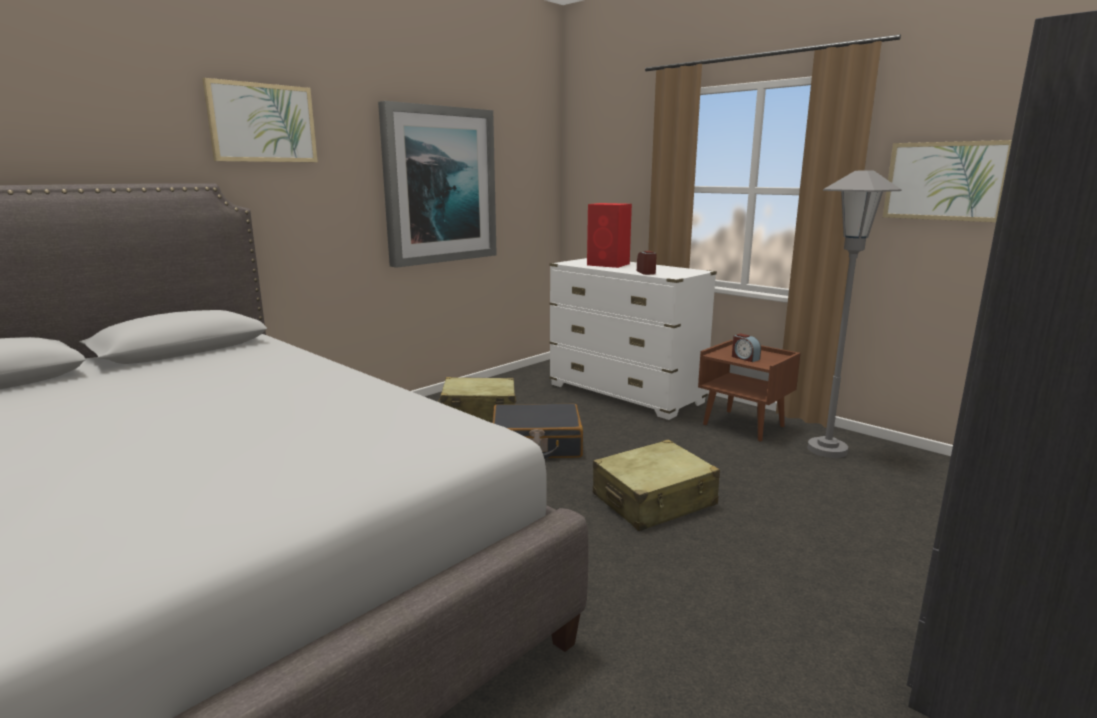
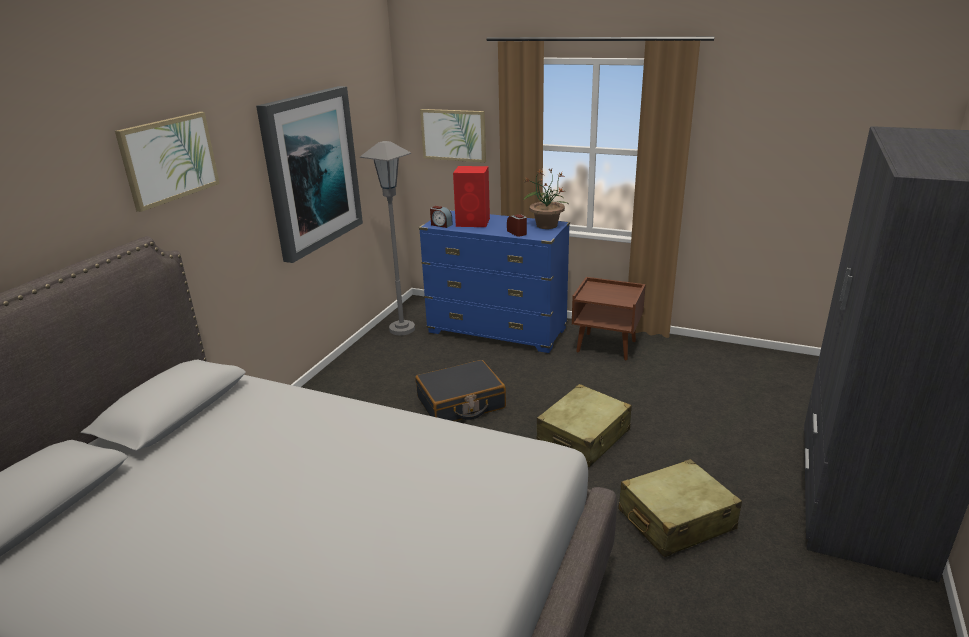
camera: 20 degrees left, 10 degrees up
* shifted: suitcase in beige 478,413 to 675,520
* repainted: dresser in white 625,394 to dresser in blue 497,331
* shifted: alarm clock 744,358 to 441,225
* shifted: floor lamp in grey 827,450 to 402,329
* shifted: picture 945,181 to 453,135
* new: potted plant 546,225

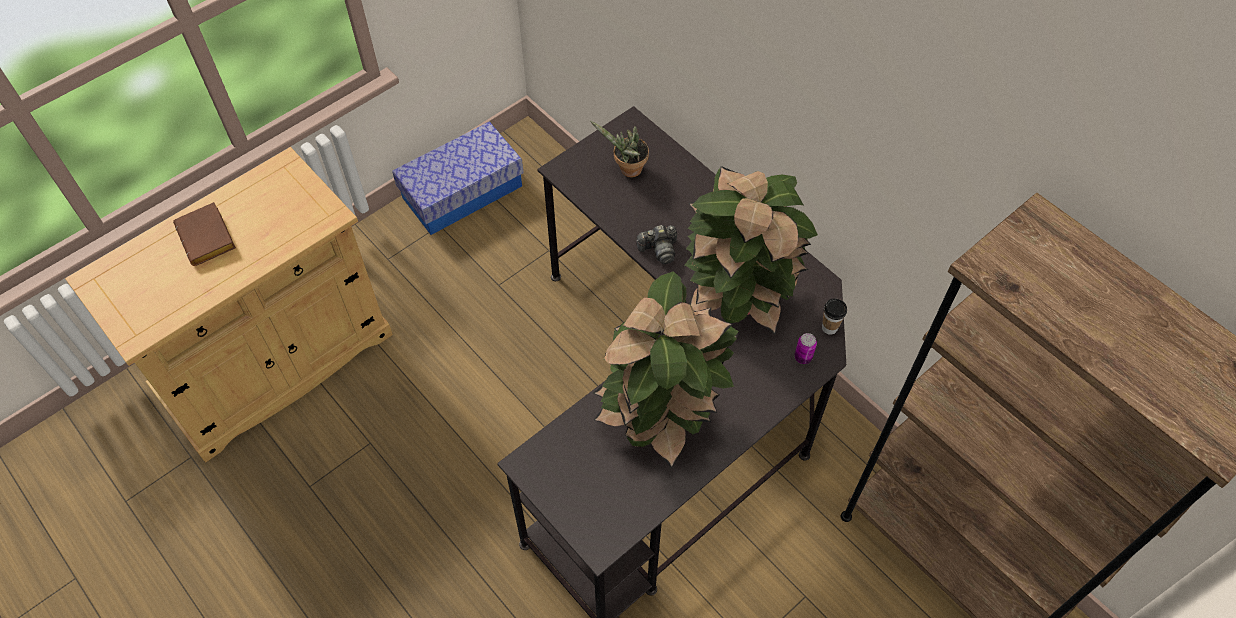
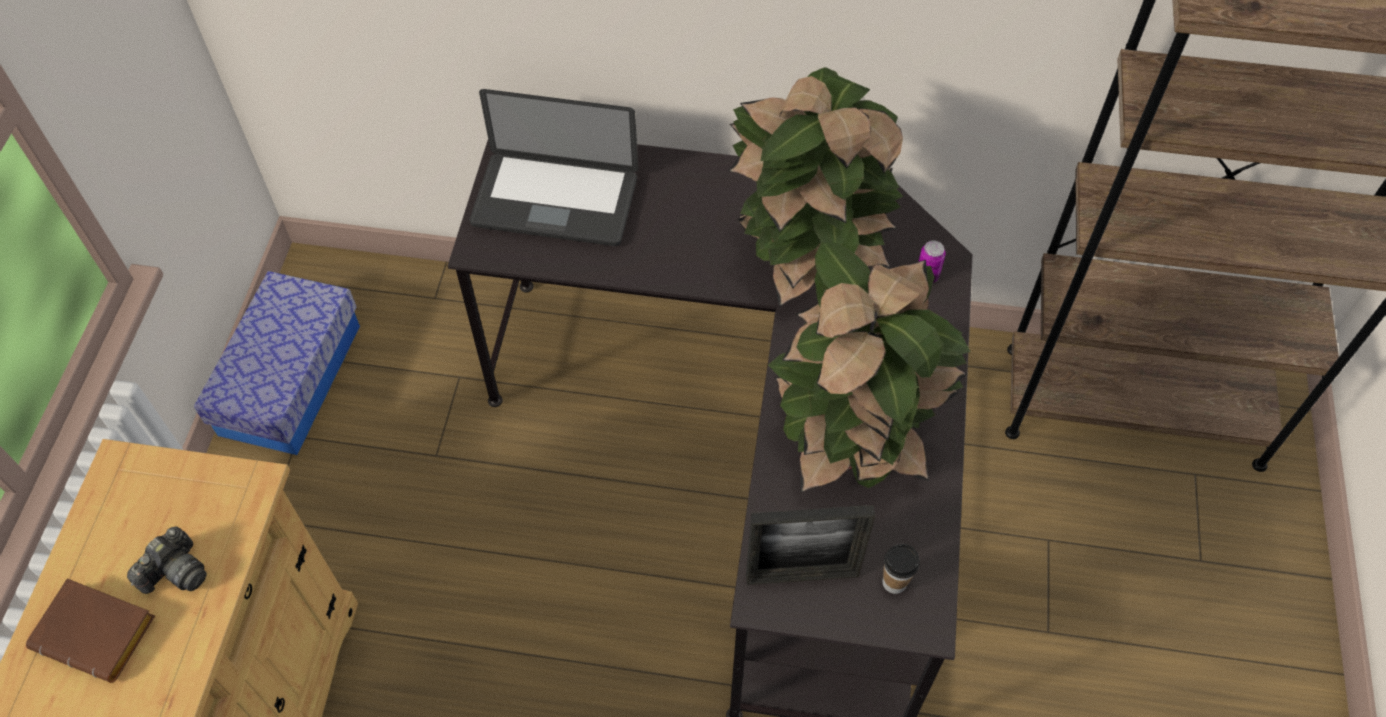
camera: 40 degrees left, 0 degrees up
* swapped: potted plant 627,170 to laptop 555,201
* shifted: photo camera 659,250 to 175,572
* shifted: cup 829,327 to 894,582
* new: picture frame 802,575

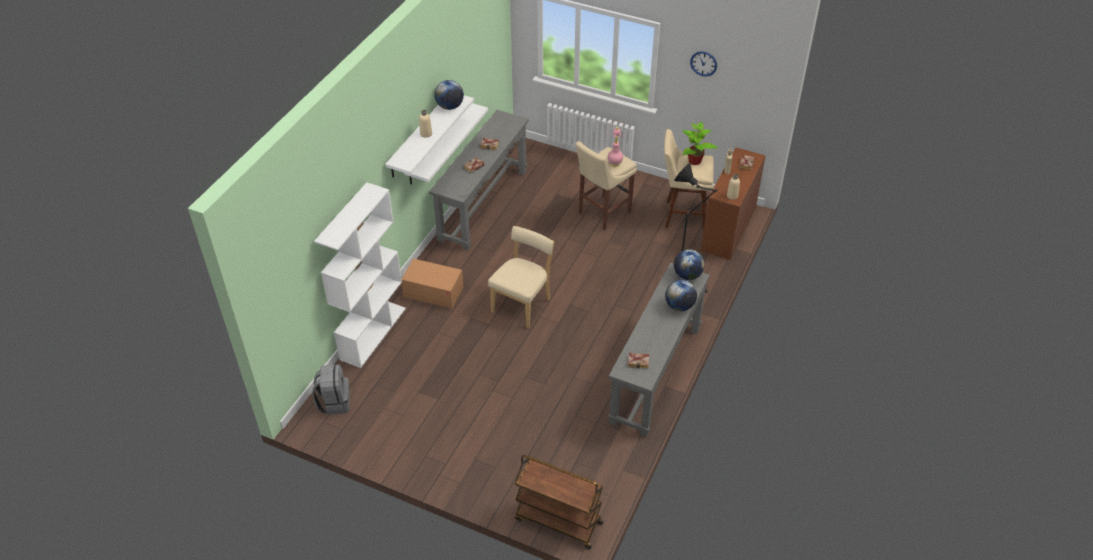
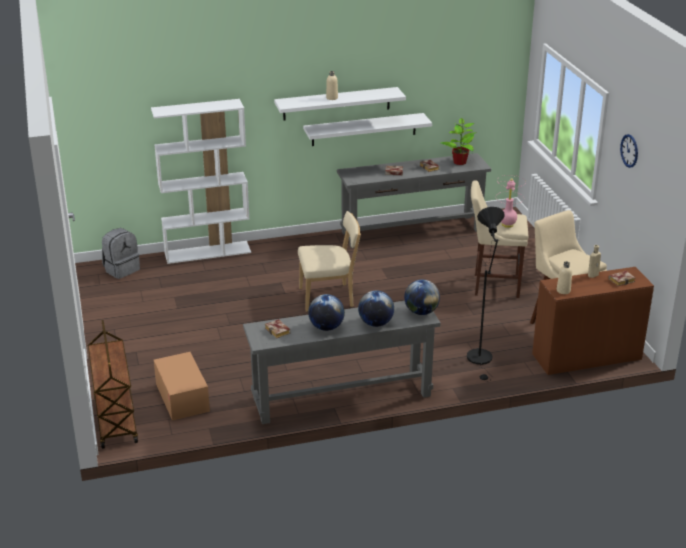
camera: 50 degrees right, 15 degrees down
* shifted: cardboard box 433,292 to 182,397
* shifted: globe 450,106 to 326,327
* shifted: potted plant 694,161 to 459,162

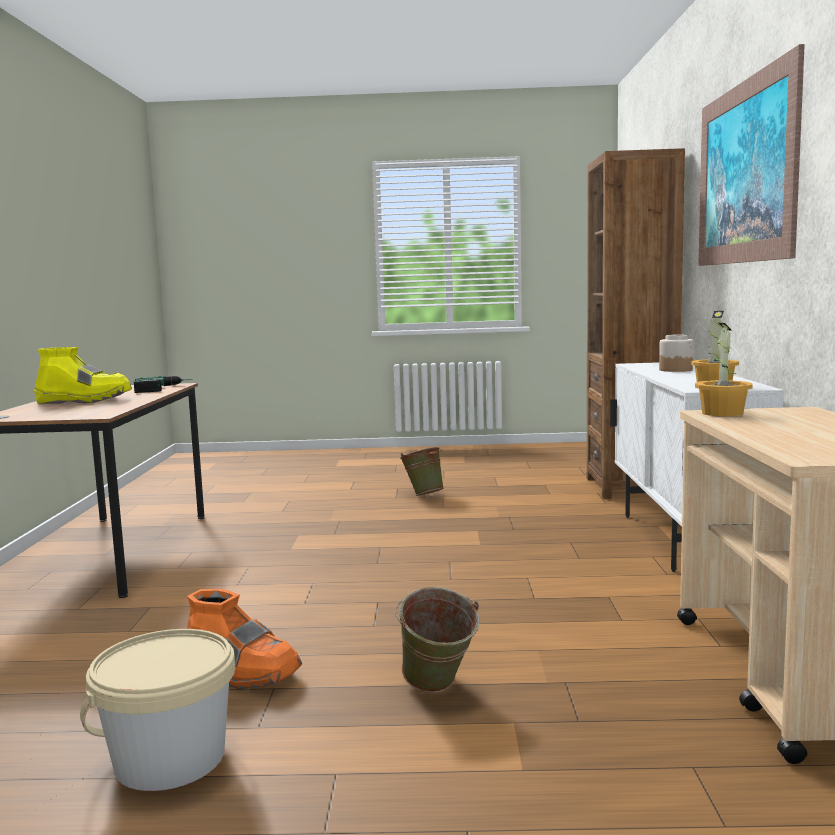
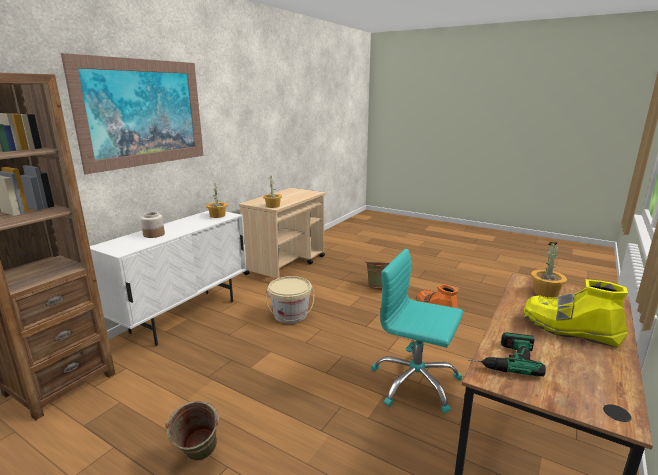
camera: 150 degrees left, 10 degrees up
* shifted: bucket in beige 170,759 to 290,315
* new: office chair in turquoise 415,383
* new: potted plant 545,292

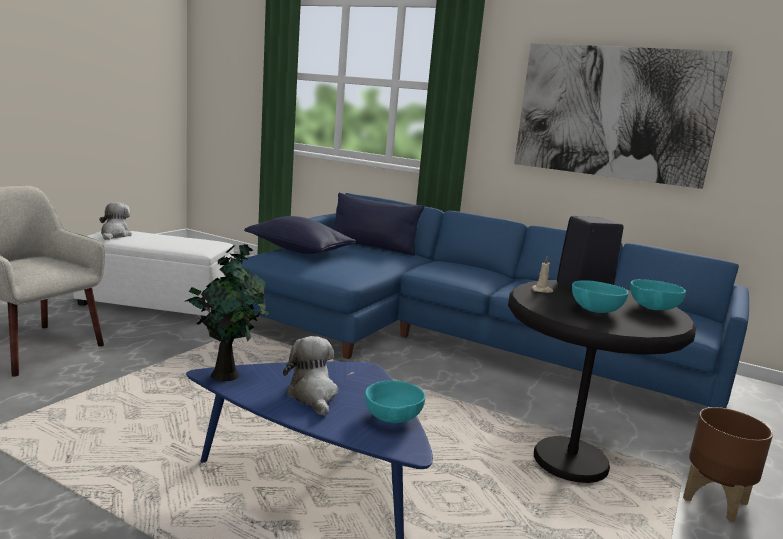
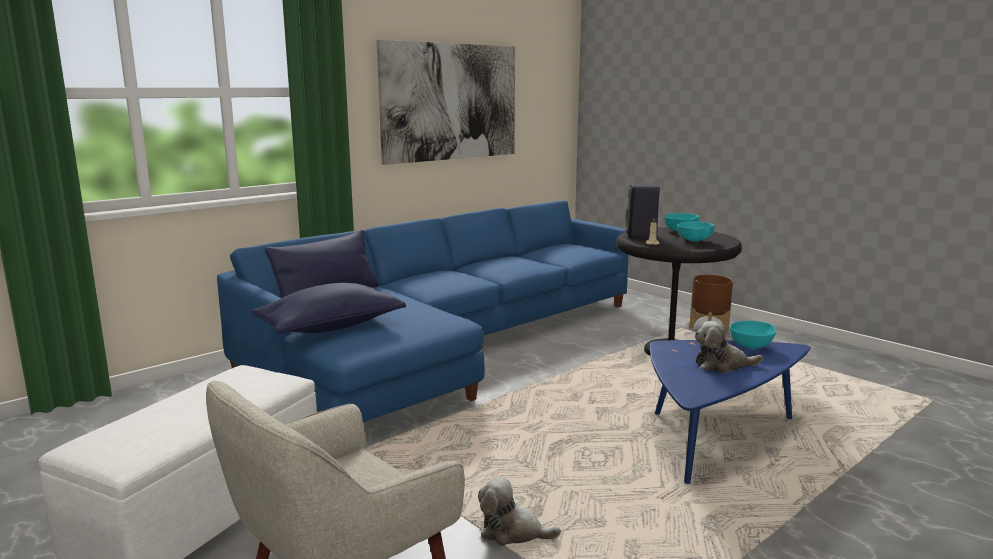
camera: 70 degrees left, 0 degrees up
* shifted: plush toy 115,235 to 513,532
* gone: potted plant 227,374

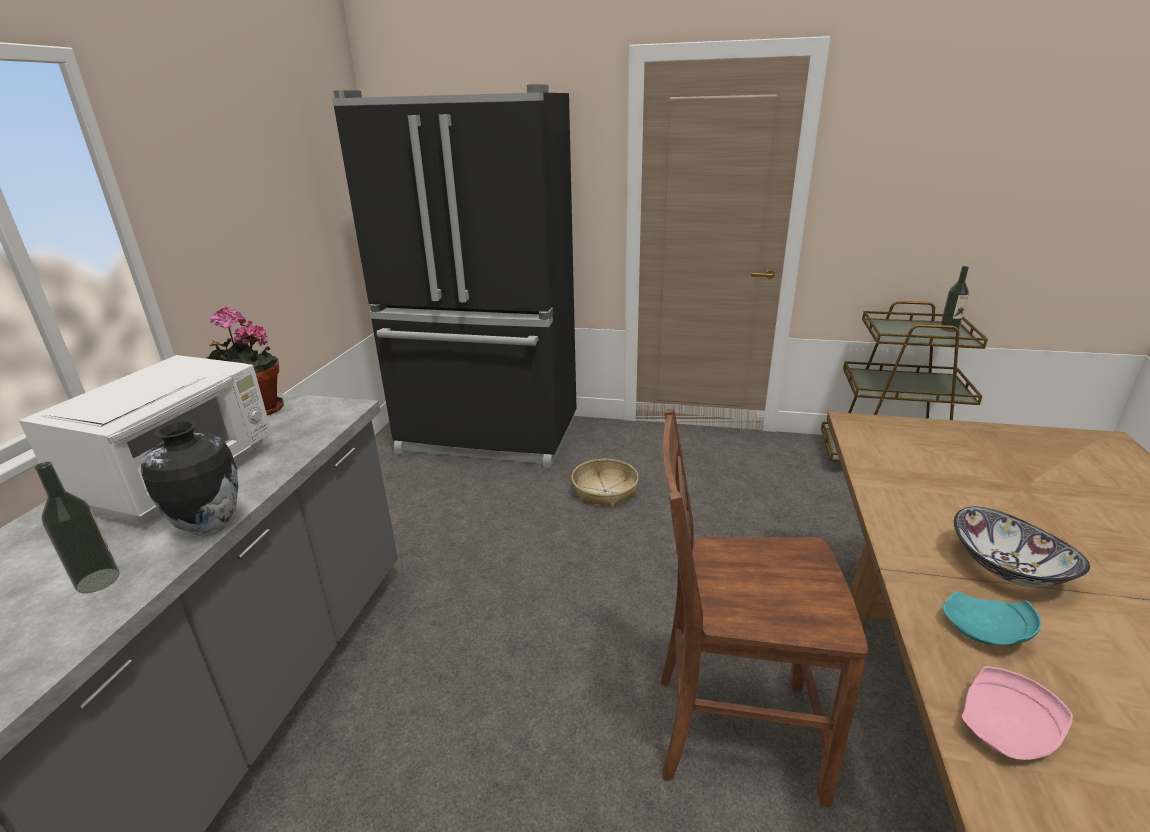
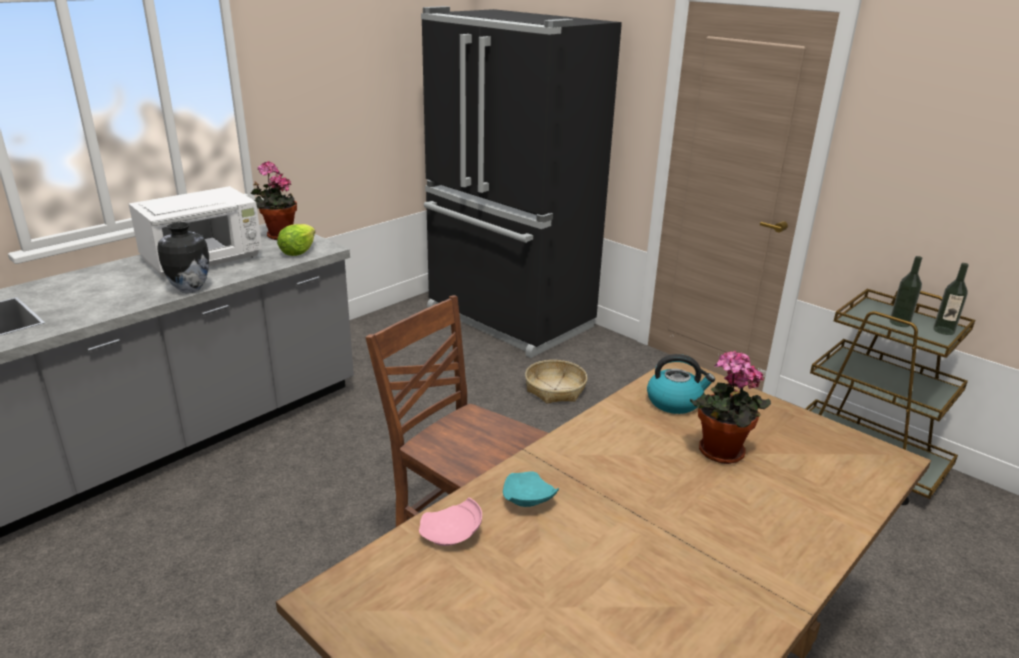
camera: 30 degrees right, 0 degrees up
* shifted: bottle 98,580 to 899,323
* gone: bowl 1008,569
* new: lettuce 298,252
* new: kettle 675,402
* new: potted plant 719,454

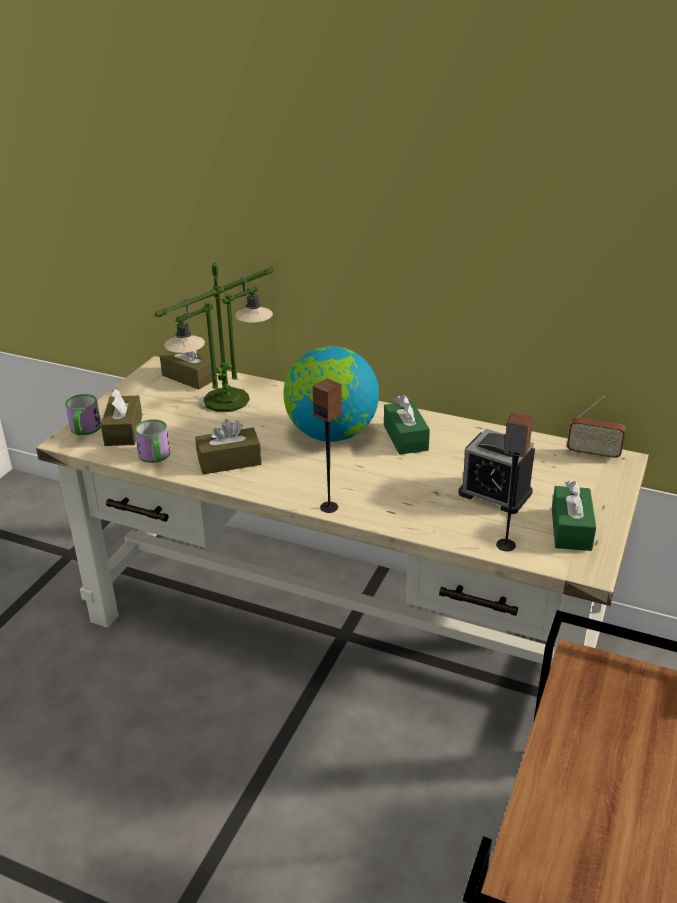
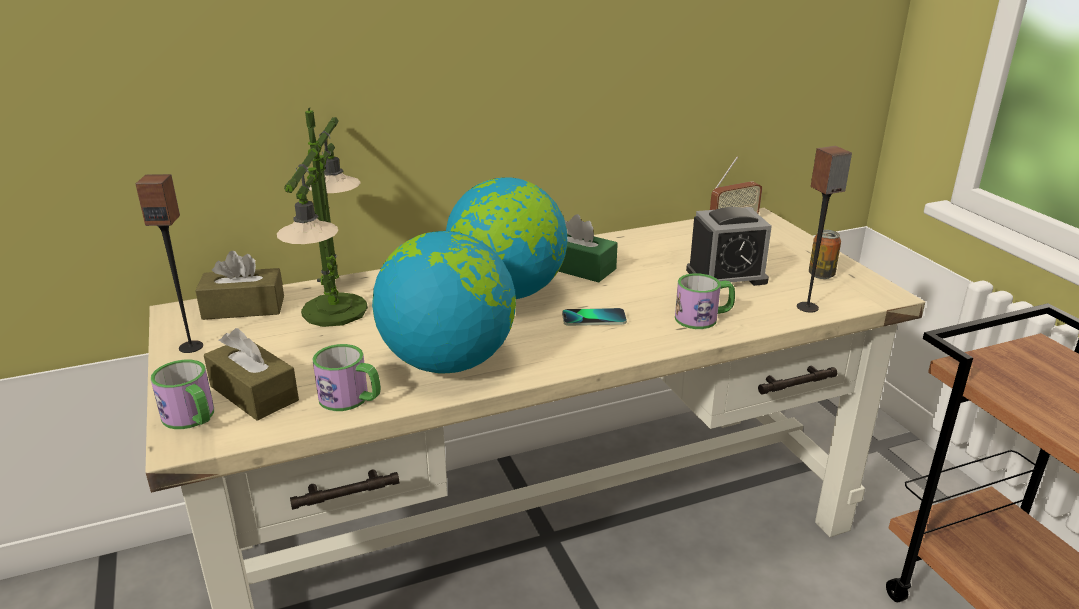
camera: 45 degrees left, 5 degrees down
* swapped: tissue box in brown 229,461 to globe 448,362
* shifted: speaker 329,507 to 191,346
* swapped: tissue box in green 571,529 to can 821,275
* new: phone 594,318
* new: mug 703,318

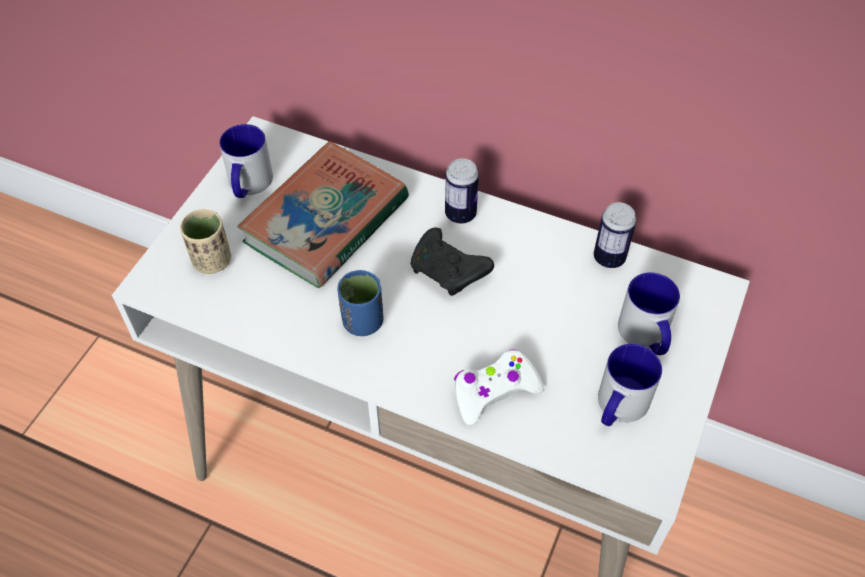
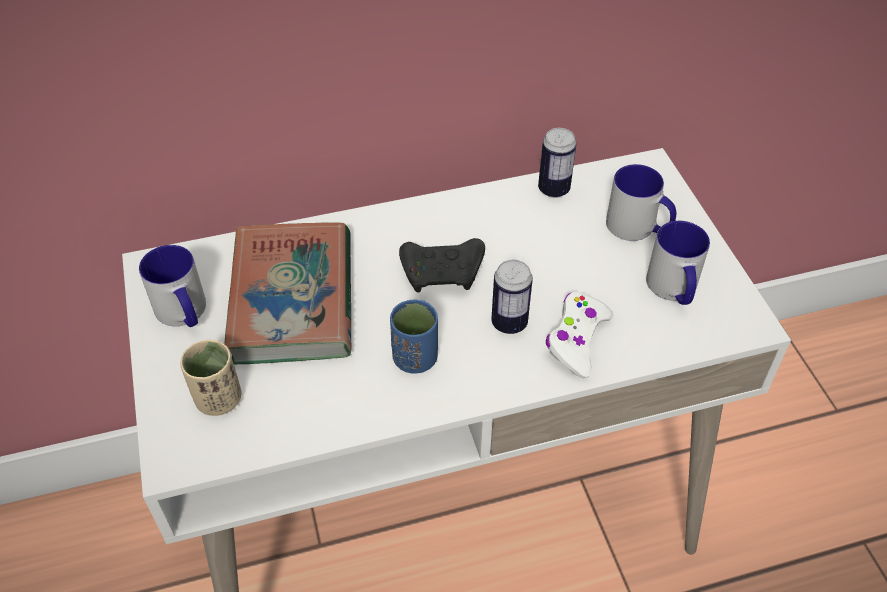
camera: 40 degrees left, 5 degrees down
* shifted: can 460,214 to 509,323

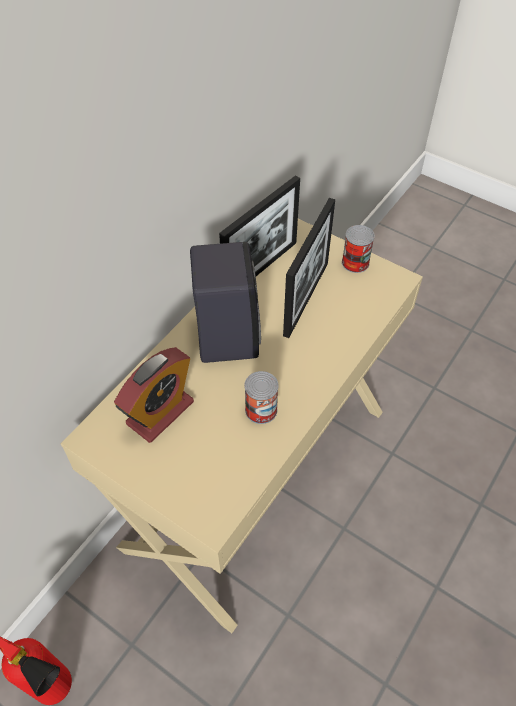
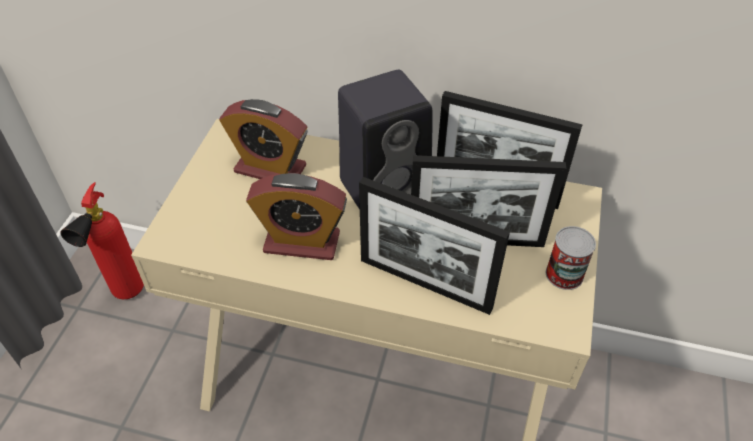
camera: 70 degrees right, 5 degrees down
* swapped: can 261,410 to alarm clock 302,242
* new: picture frame 425,284

